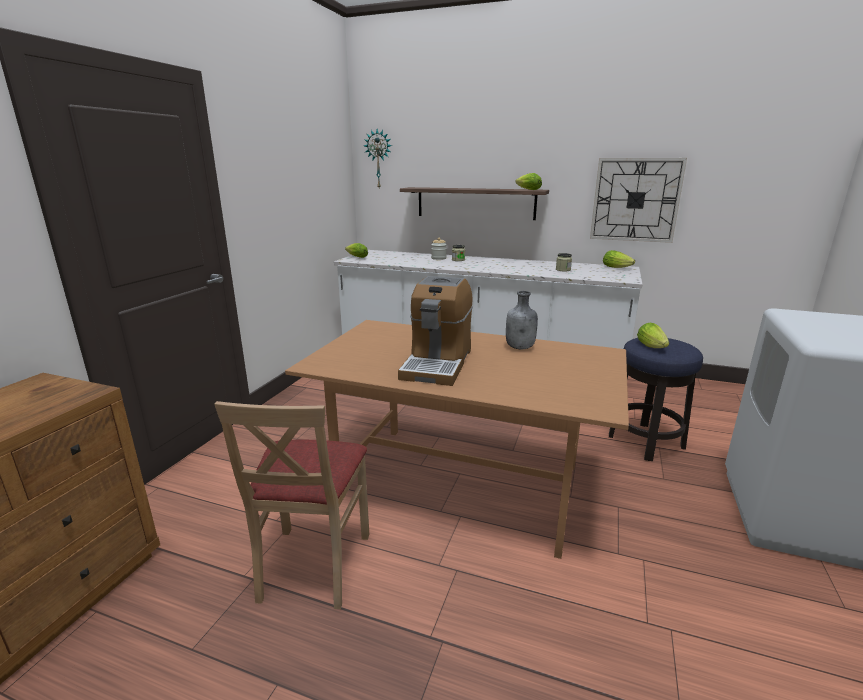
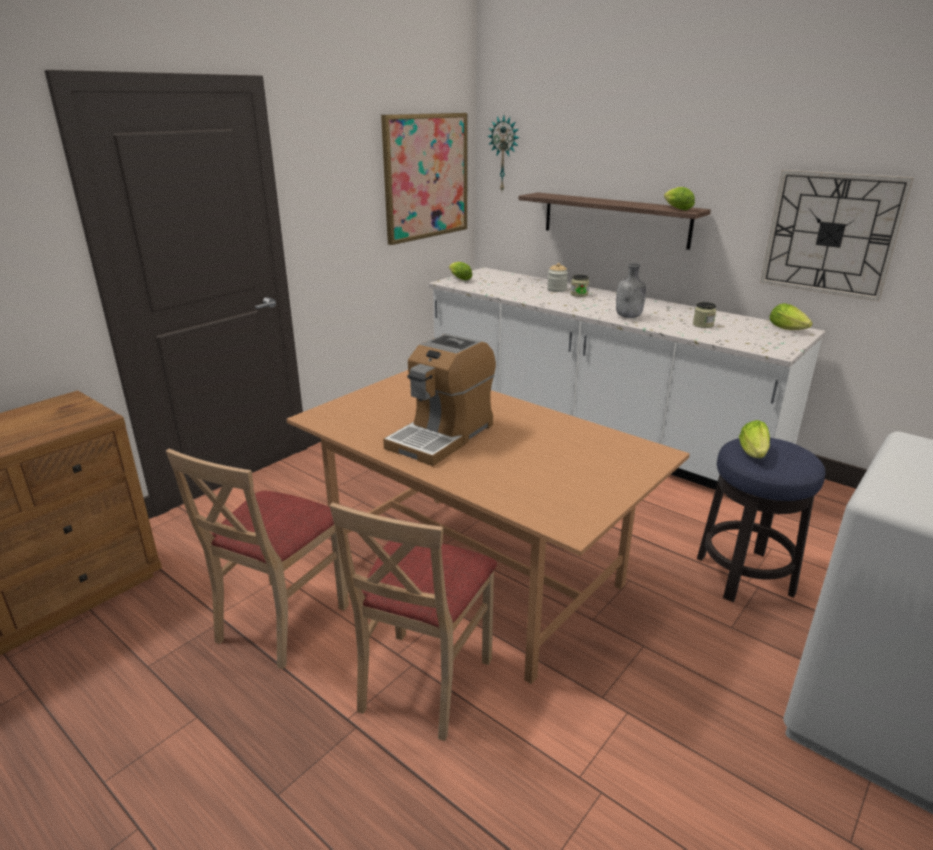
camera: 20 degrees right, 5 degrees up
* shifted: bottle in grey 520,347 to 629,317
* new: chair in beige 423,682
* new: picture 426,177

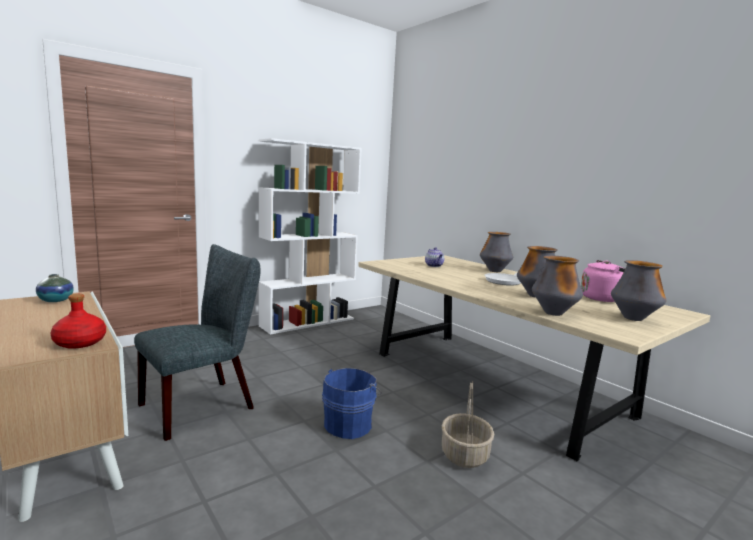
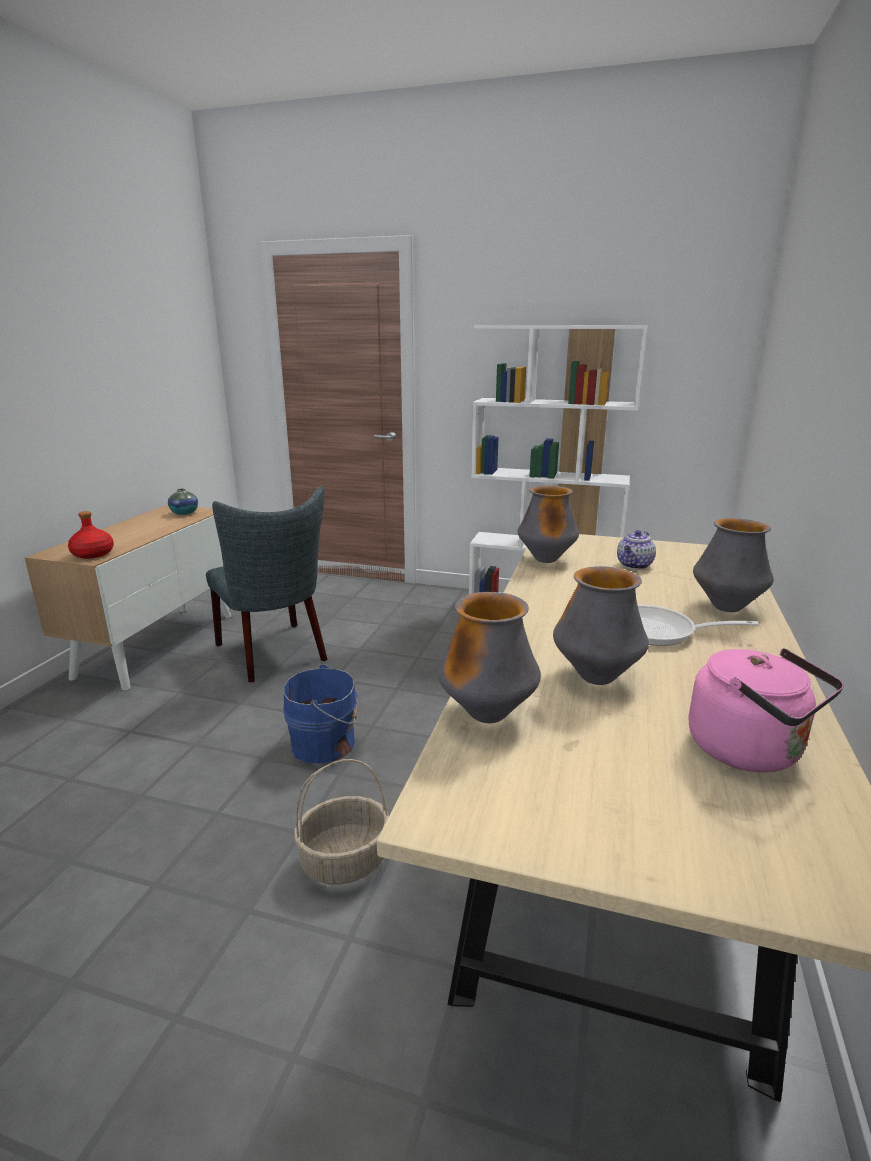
camera: 55 degrees right, 10 degrees up
* rotated: chair in grey 204,405 = 275,654 45 degrees clockwise
* shifted: vase 633,318 to 546,560

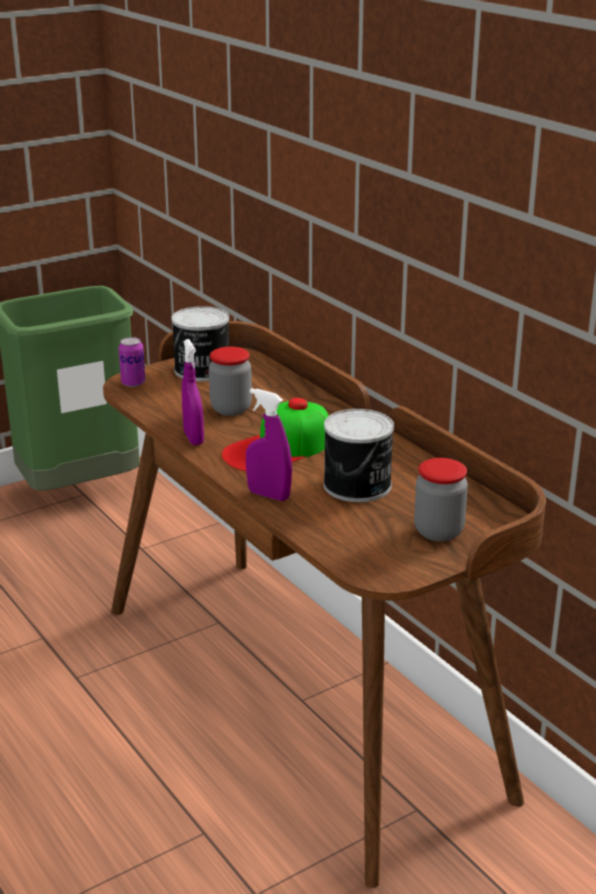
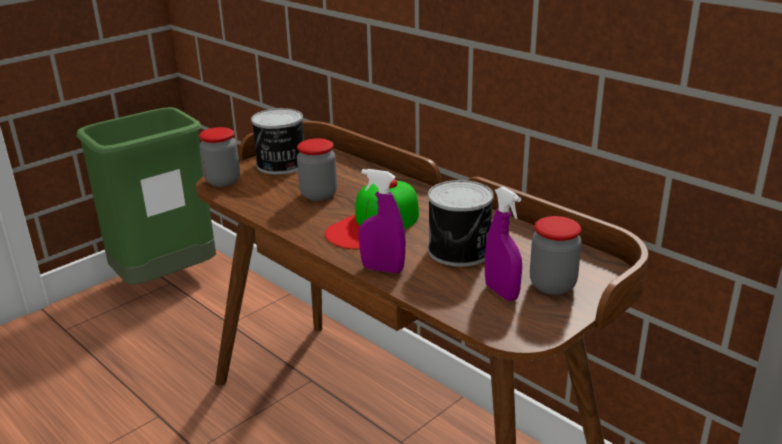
camera: 10 degrees left, 0 degrees up
* swapped: can 133,383 to jar 223,181
* shifted: spray bottle in purple 193,438 to 501,292

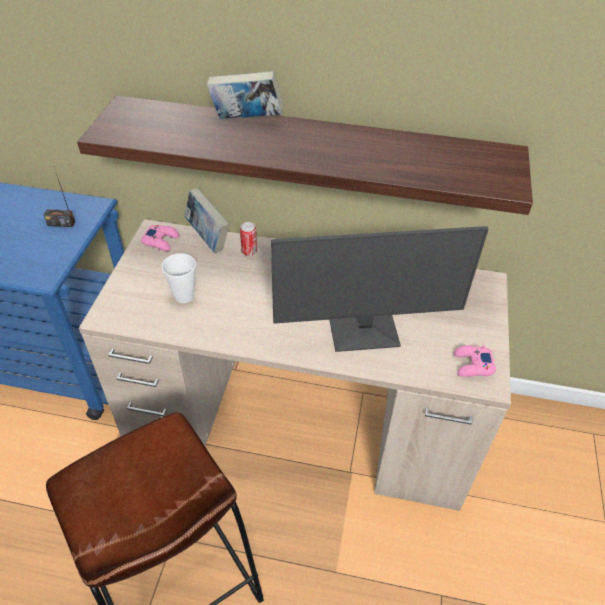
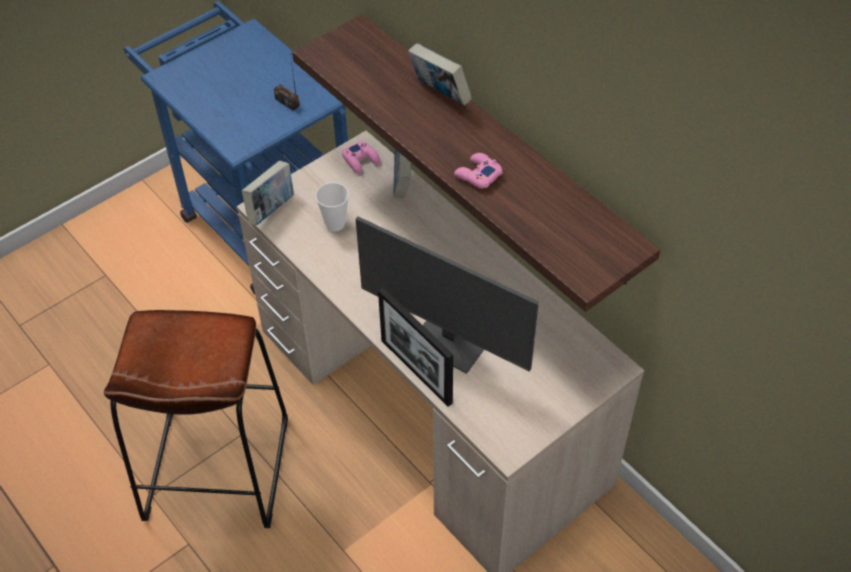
camera: 40 degrees right, 5 degrees up
* gone: can 249,251
* shifted: game controller in pink 472,365 to 477,175
* new: book 271,209
* new: picture frame 416,371

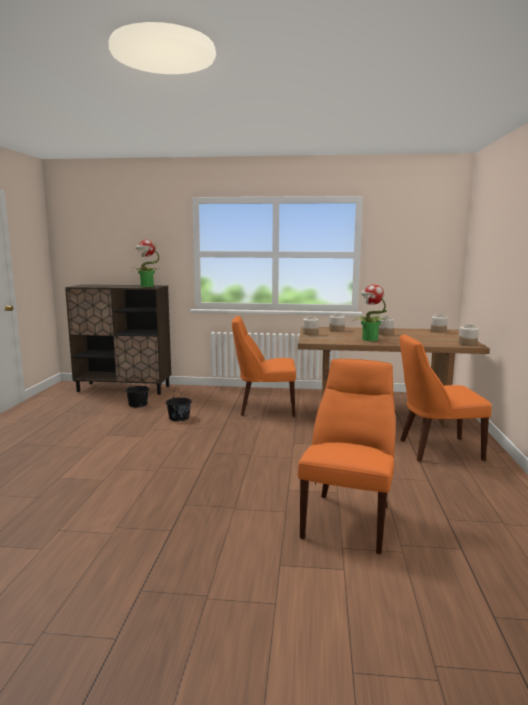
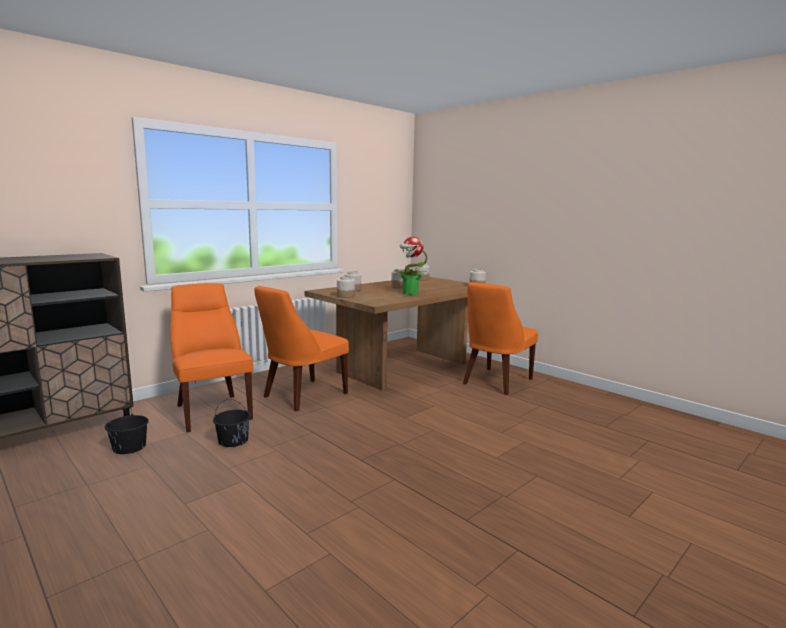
camera: 50 degrees left, 0 degrees up
* gone: potted plant 146,286
* shifted: chair in orange 348,519 to 212,411

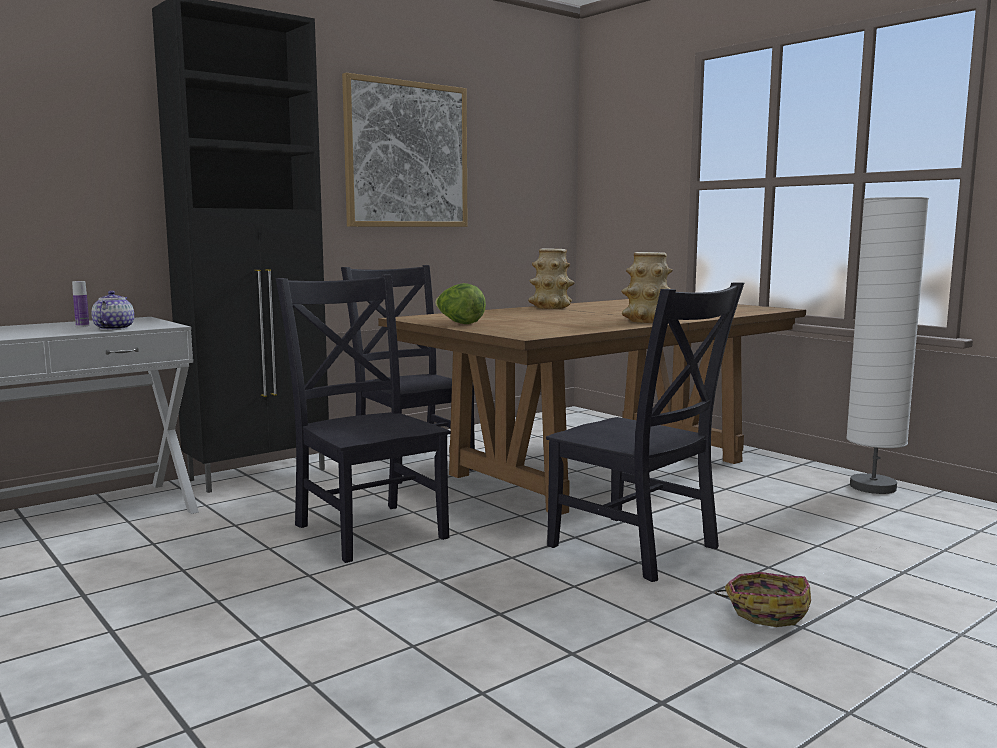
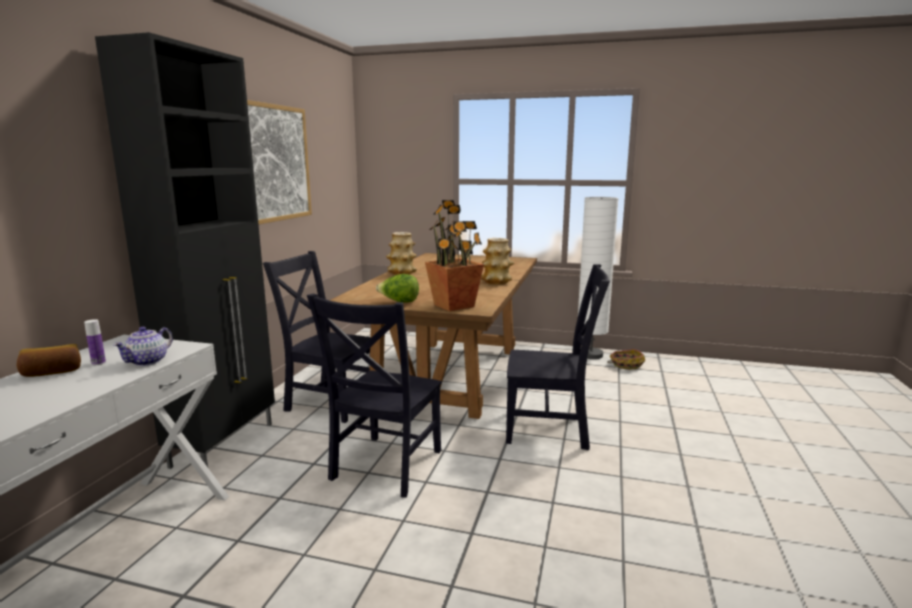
camera: 35 degrees left, 5 degrees up
* rotated: teapot 113,328 = 148,361 120 degrees counterclockwise
* rotated: chair in black 369,529 = 384,467 90 degrees counterclockwise
* shifted: basket 766,611 to 625,364
* new: bread 52,372
* new: potted plant 454,306

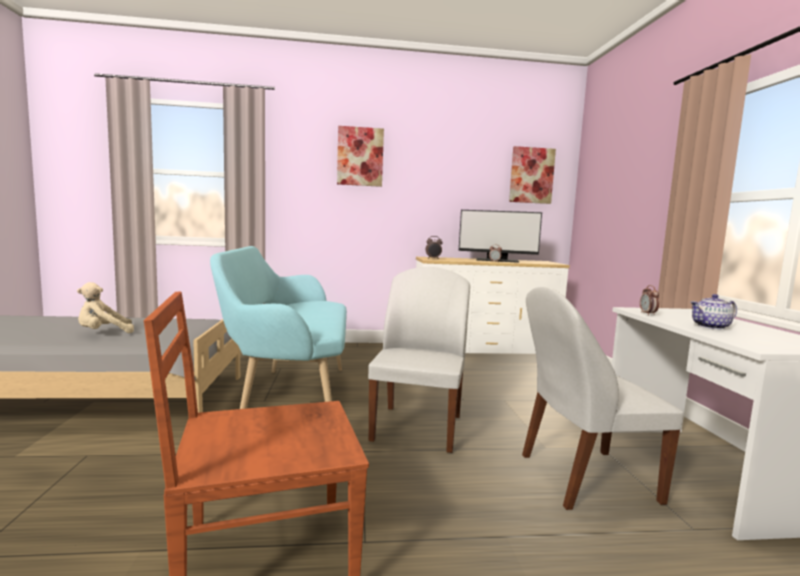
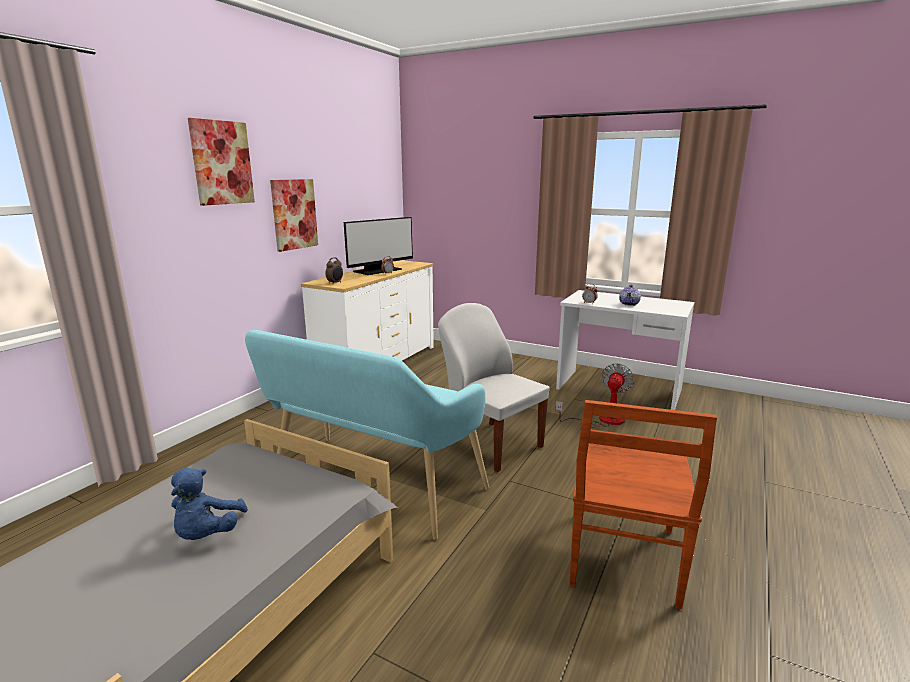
camera: 55 degrees left, 10 degrees up
* repainted: plush toy in beige 104,333 to plush toy in blue 207,534
* shifted: picture 531,175 to 294,214
* swapped: chair in white 583,478 to fan 602,420

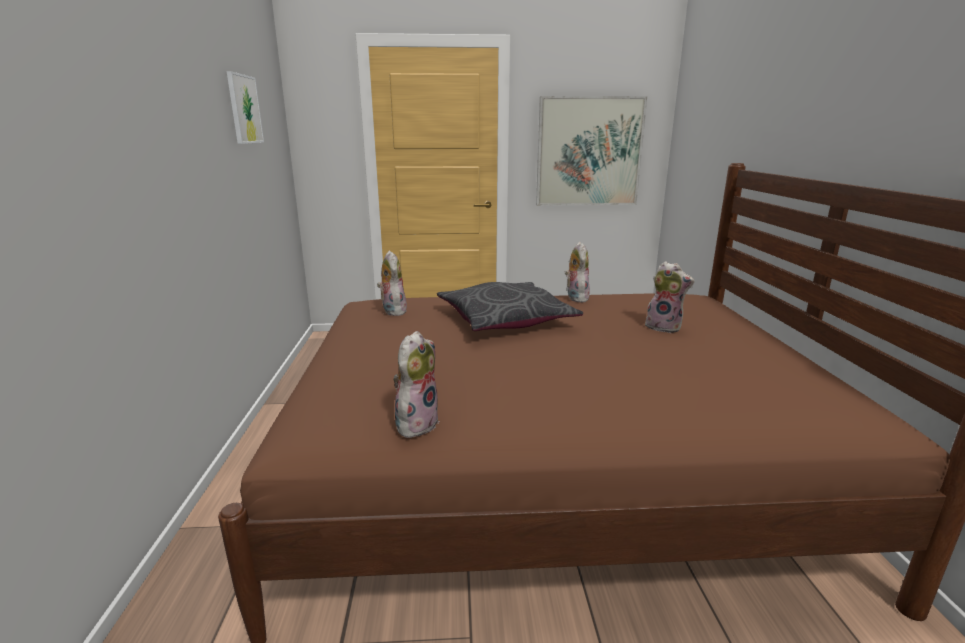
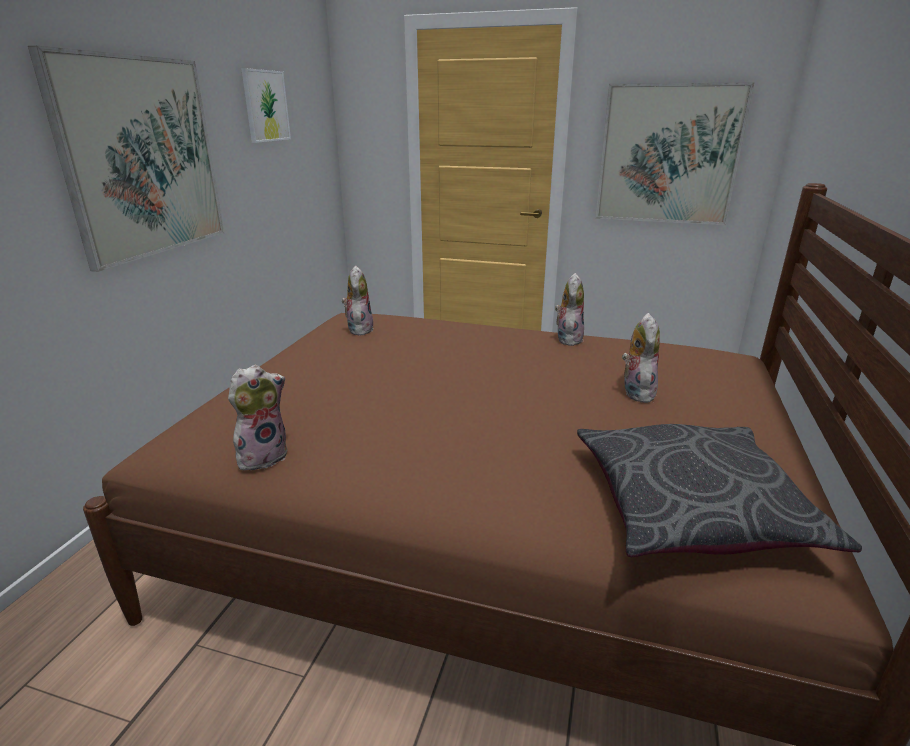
camera: 20 degrees right, 5 degrees up
* shifted: pillow in grey 505,319 to 692,507
* rotated: plush toy 664,327 = 635,392 135 degrees counterclockwise
* new: picture 142,158

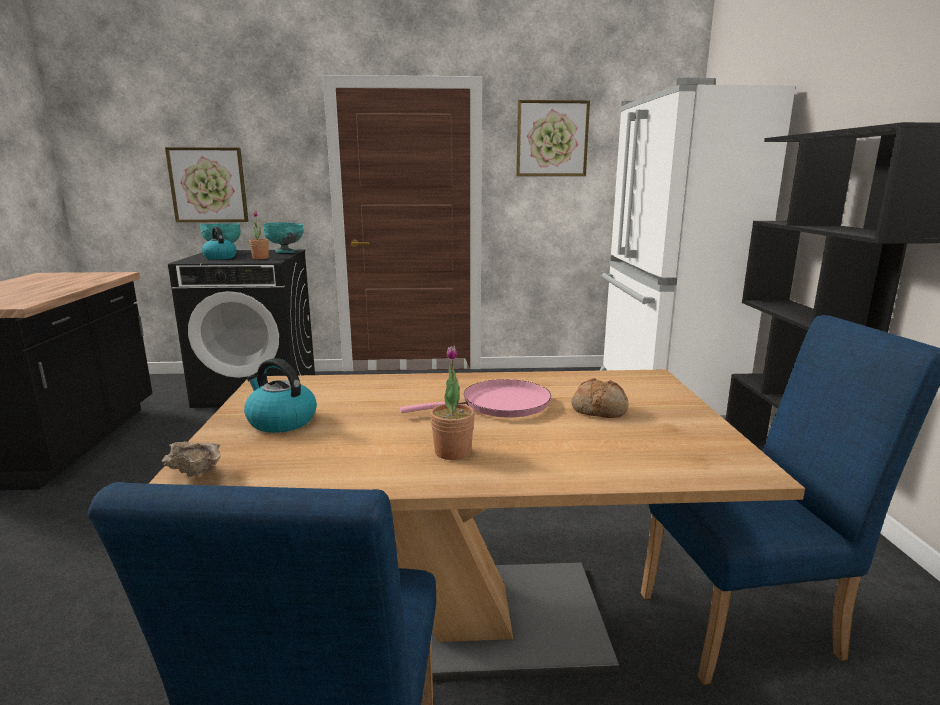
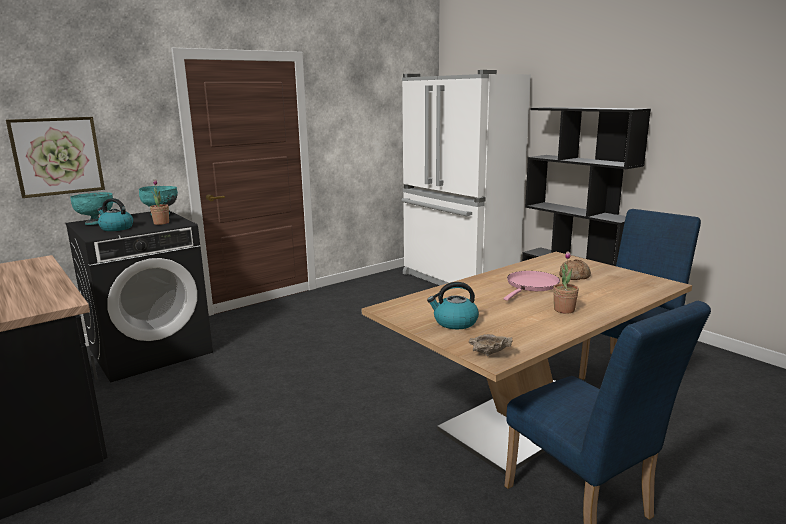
camera: 35 degrees left, 0 degrees up
* gone: picture 552,139

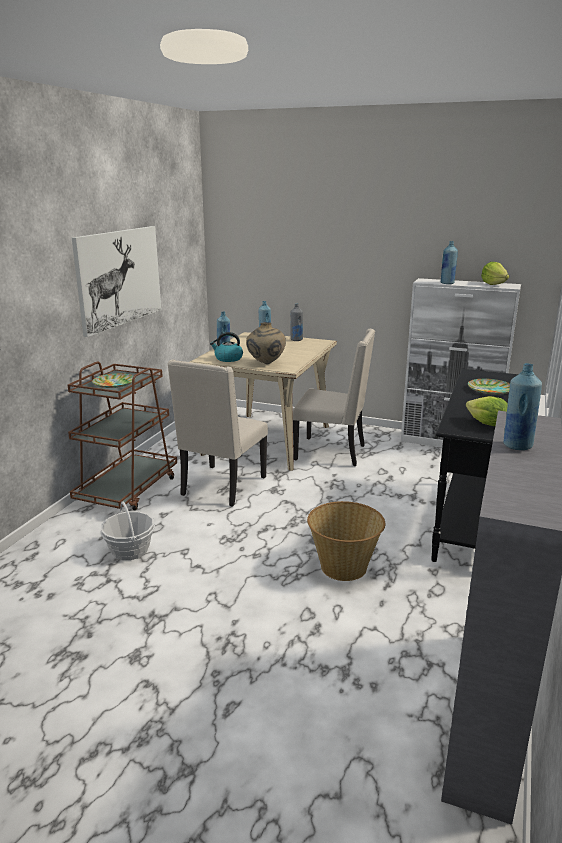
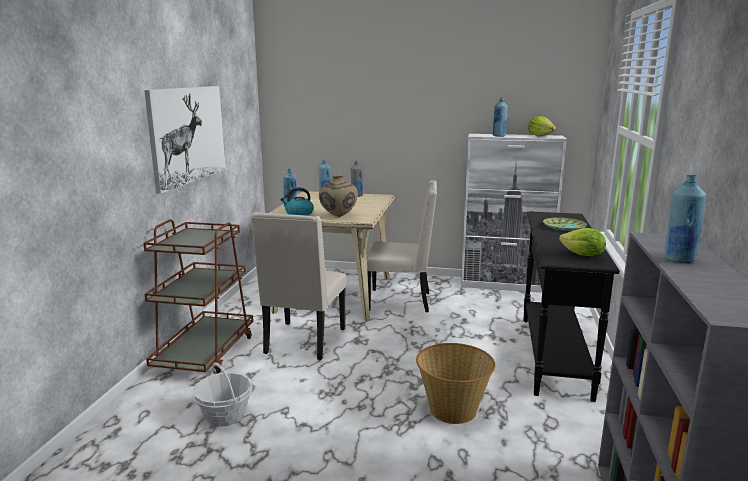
camera: 10 degrees left, 5 degrees down
* gone: plate 114,383

